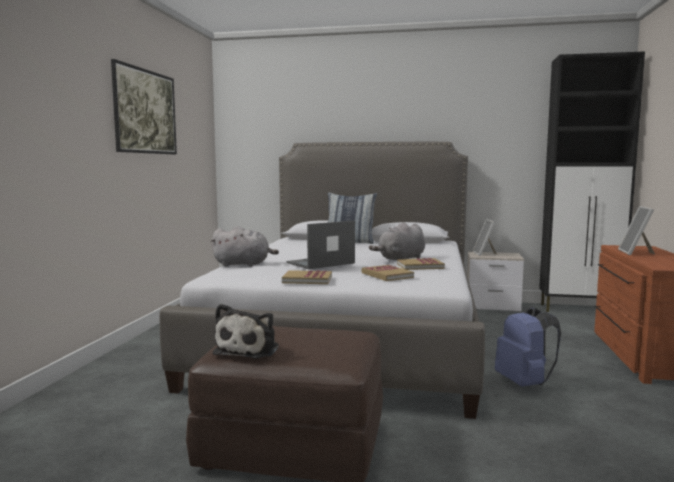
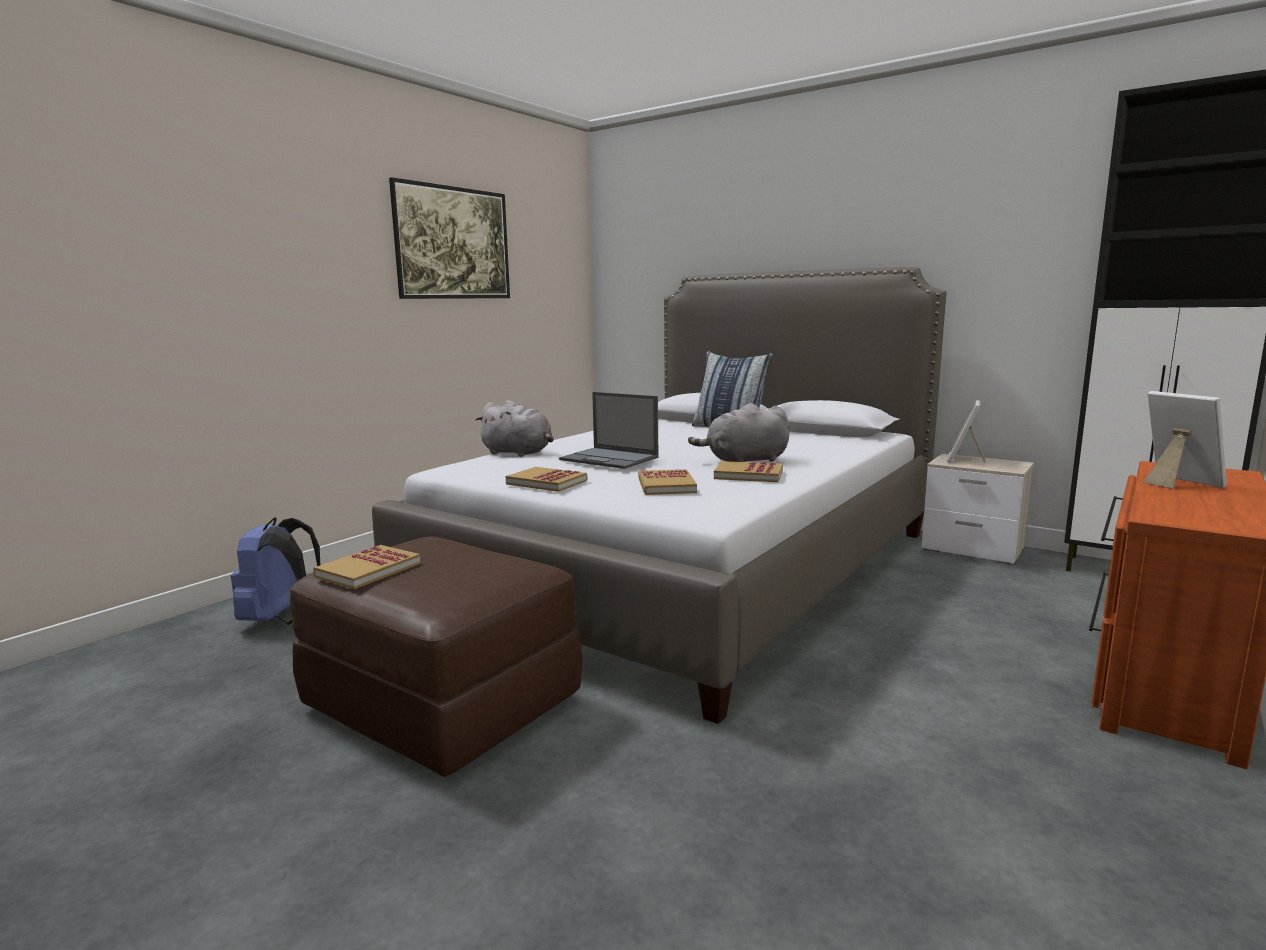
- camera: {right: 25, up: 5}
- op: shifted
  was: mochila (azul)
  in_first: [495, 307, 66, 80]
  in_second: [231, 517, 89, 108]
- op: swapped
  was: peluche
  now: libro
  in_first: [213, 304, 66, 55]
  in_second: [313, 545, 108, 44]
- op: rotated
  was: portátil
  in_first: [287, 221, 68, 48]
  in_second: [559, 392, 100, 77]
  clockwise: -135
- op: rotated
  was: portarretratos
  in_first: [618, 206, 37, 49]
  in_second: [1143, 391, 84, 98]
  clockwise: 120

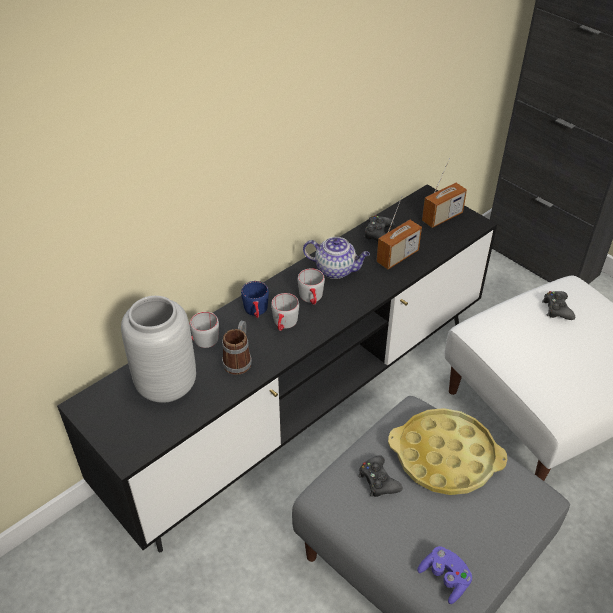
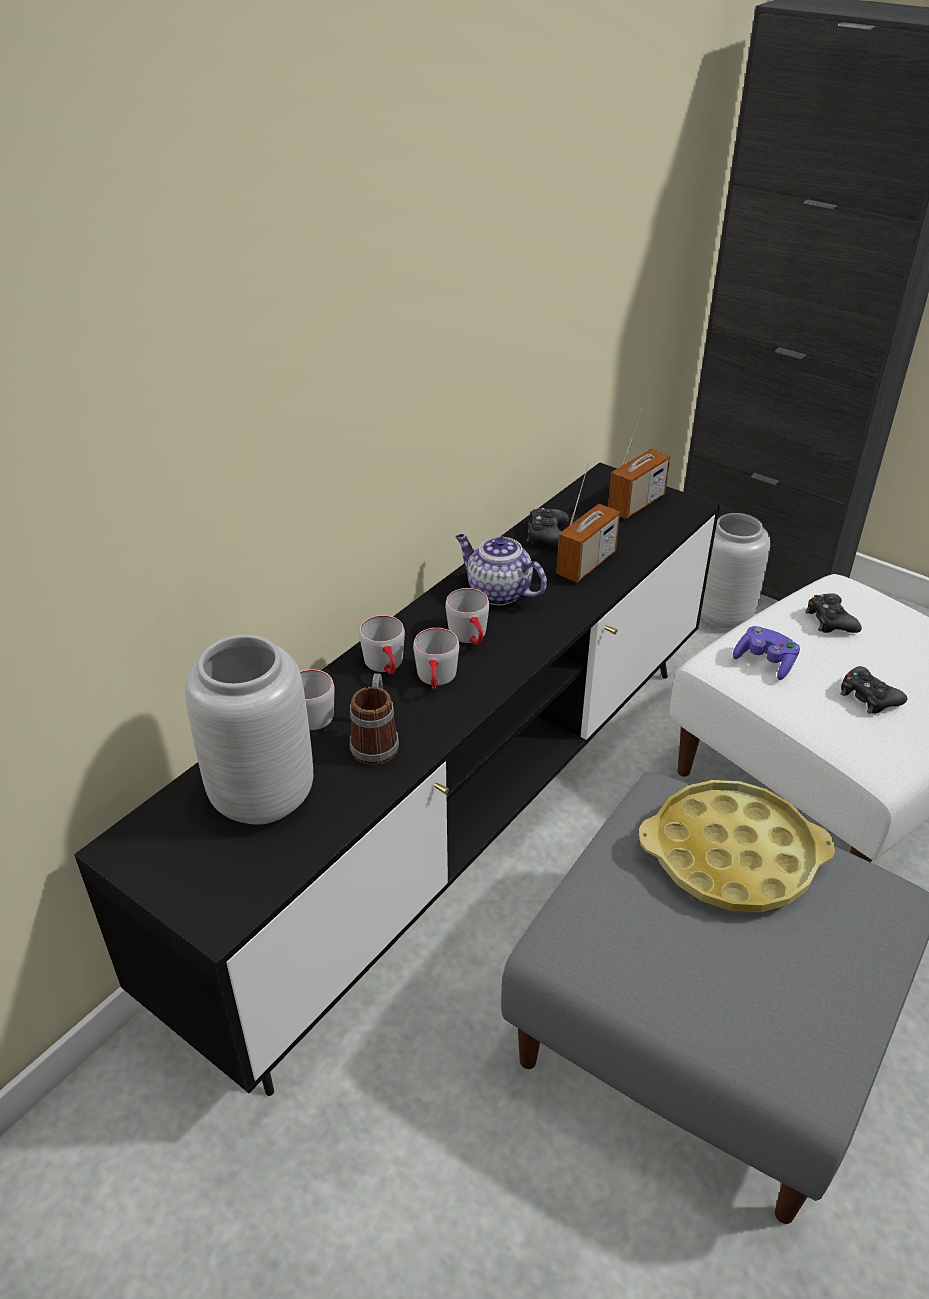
- camera: {right: -10, up: -5}
- op: new
  now: florero (gris)
  in_second: [701, 513, 70, 115]
- op: shifted
  was: mando de consola (negro)
  in_first: [358, 455, 45, 42]
  in_second: [841, 666, 66, 48]
- op: shifted
  was: mando de consola (morado)
  in_first: [417, 546, 55, 58]
  in_second: [733, 626, 67, 54]
- op: repainted
  was: taza grande (azul)
  now: taza grande (gris)
  in_first: [241, 281, 28, 37]
  in_second: [359, 615, 46, 59]
- op: rotated
  was: tetera
  in_first: [303, 237, 67, 42]
  in_second: [455, 534, 92, 71]
  clockwise: -150

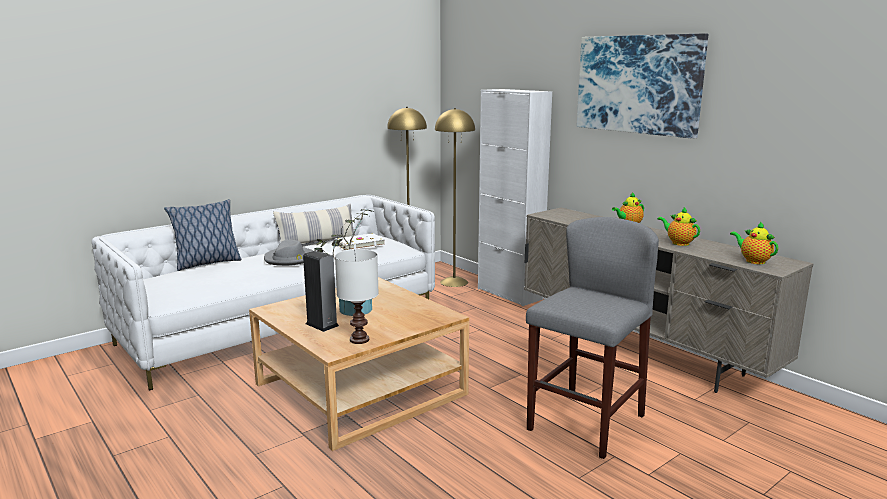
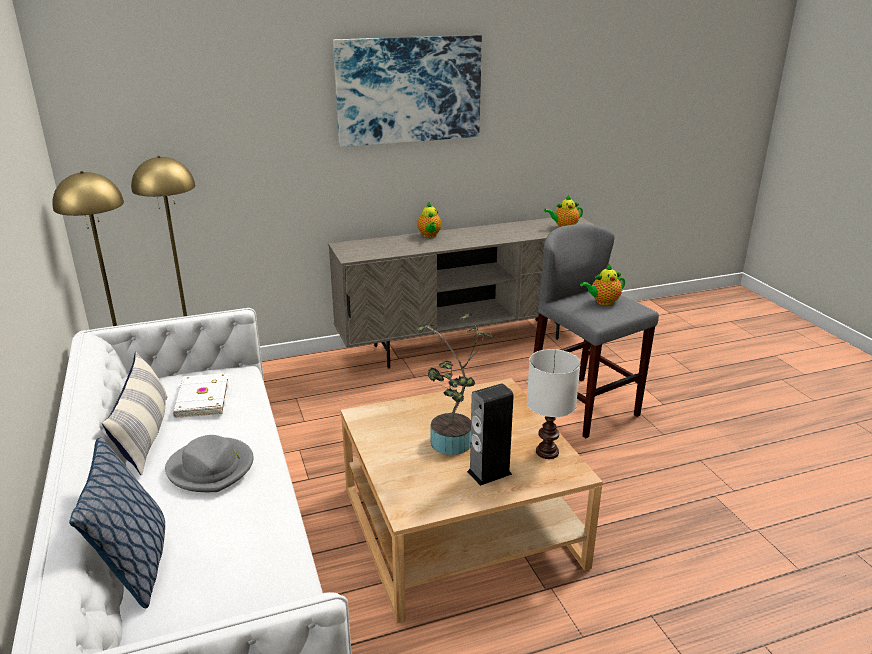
- camera: {right: -70, up: 10}
- op: gone
  was: armario (blanco)
  in_first: [478, 89, 74, 217]
- op: shifted
  was: tetera
  in_first: [658, 207, 42, 39]
  in_second: [580, 264, 45, 41]

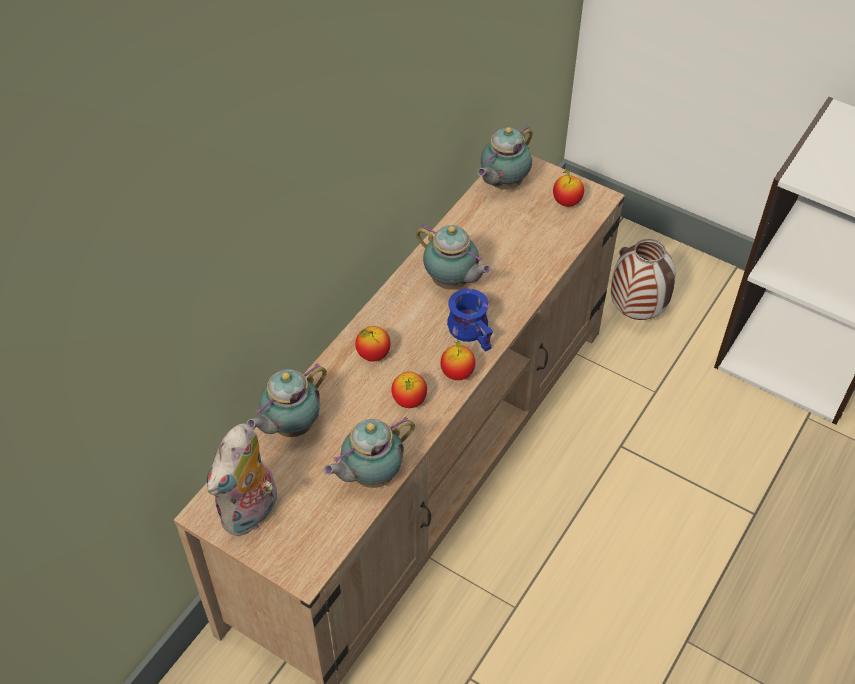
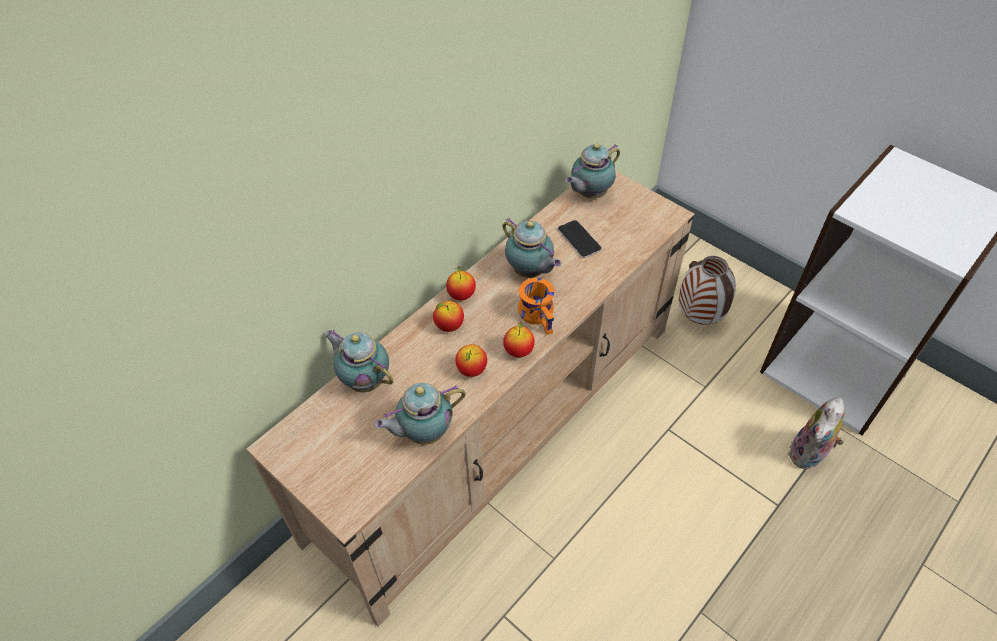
- camera: {right: 10, up: 0}
- op: new
  now: móvil
  in_second: [558, 220, 44, 38]
- op: shifted
  was: peluche
  in_first: [207, 424, 70, 112]
  in_second: [788, 398, 57, 71]
- op: shifted
  was: manzana
  in_first: [553, 170, 31, 37]
  in_second: [446, 266, 30, 34]
- op: repainted
  was: taza grande (azul)
  now: taza grande (naranja)
  in_first: [447, 289, 46, 63]
  in_second: [518, 278, 36, 57]
- op: rotated
  was: tetera
  in_first: [246, 363, 81, 74]
  in_second: [324, 330, 70, 62]
  clockwise: 75

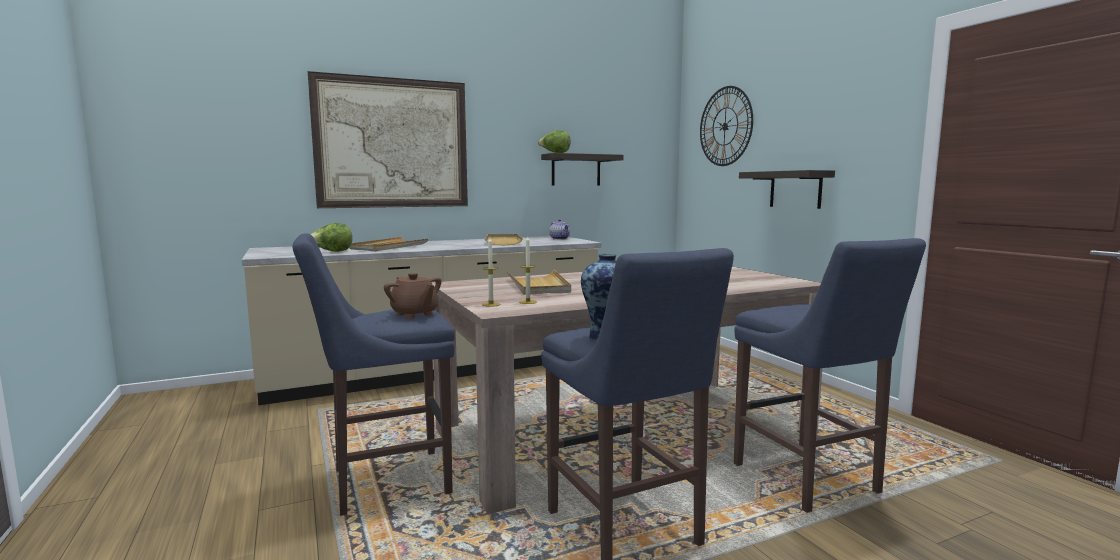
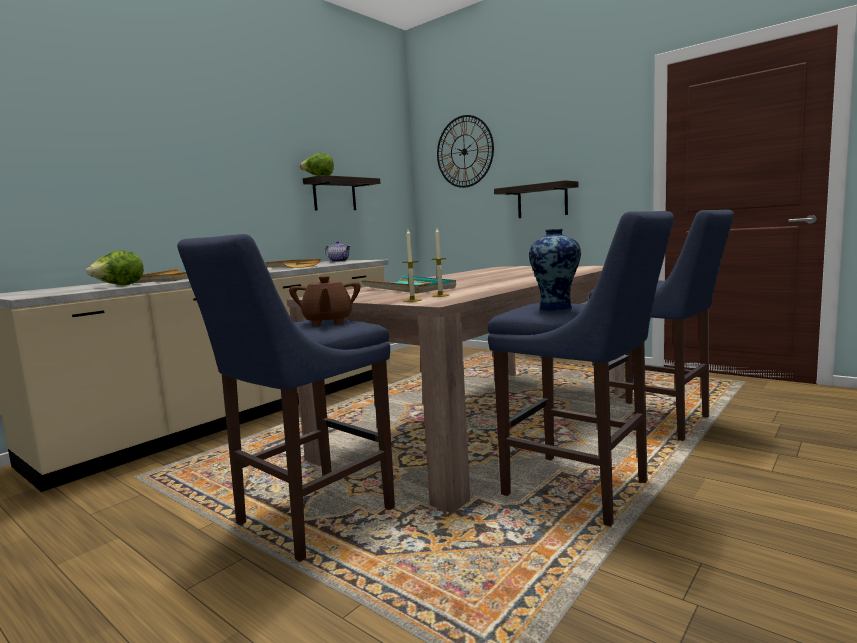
- camera: {right: -25, up: 0}
- op: gone
  was: cuadro
  in_first: [308, 71, 160, 137]
- op: repainted
  was: bandeja (beis)
  now: bandeja (turquesa)
  in_first: [507, 270, 64, 25]
  in_second: [361, 276, 95, 17]
- op: rotated
  was: tetera (marrón)
  in_first: [384, 273, 58, 46]
  in_second: [289, 276, 72, 50]
  clockwise: 60

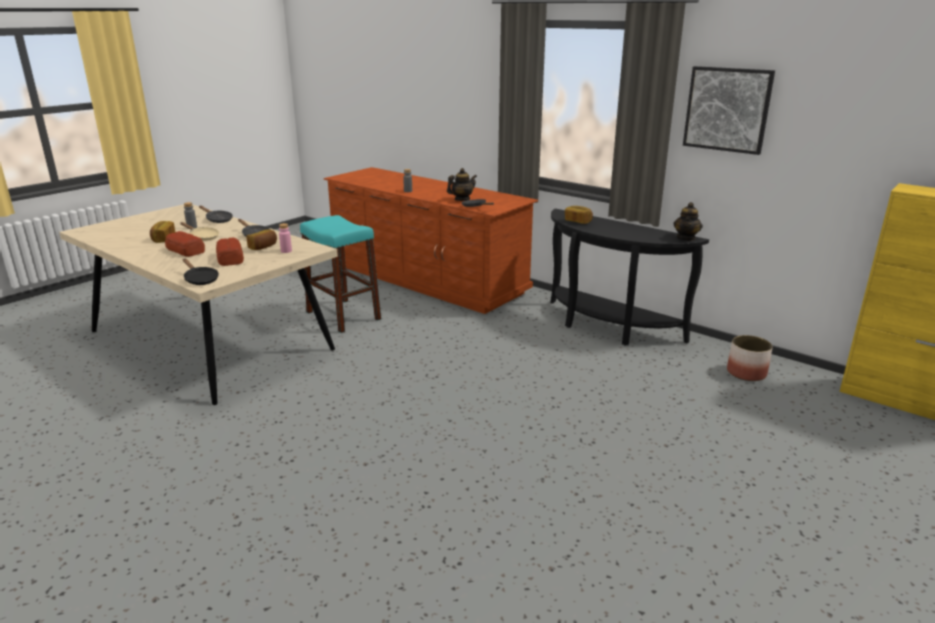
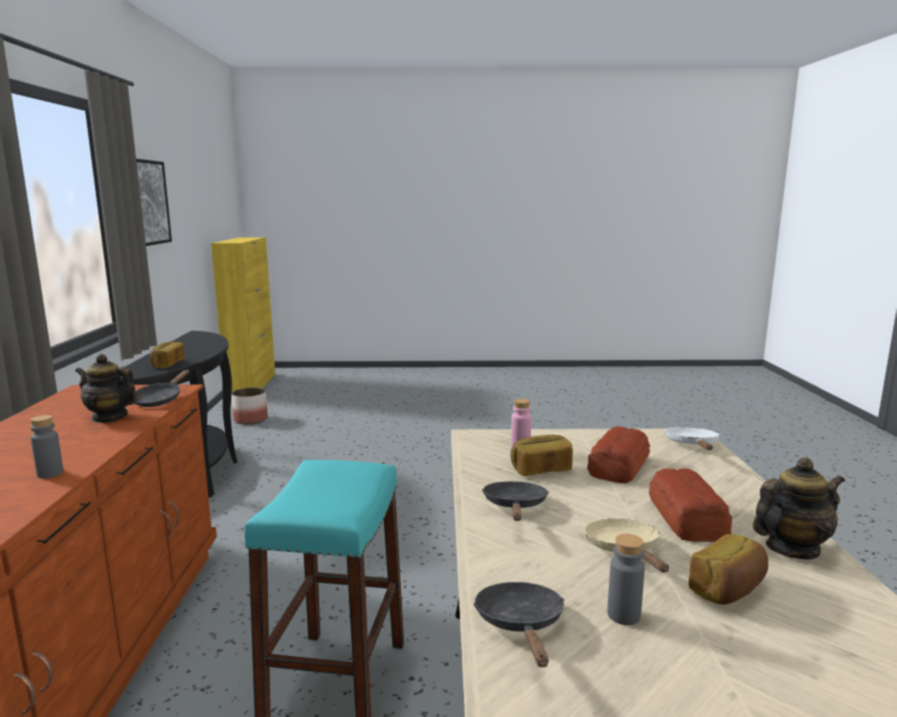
- camera: {right: -130, up: -10}
- op: shifted
  was: tetera
  in_first: [673, 202, 30, 39]
  in_second: [753, 457, 92, 103]
- op: repainted
  was: sartén (negro)
  now: sartén (blanco)
  in_first: [183, 259, 36, 26]
  in_second: [664, 427, 56, 23]

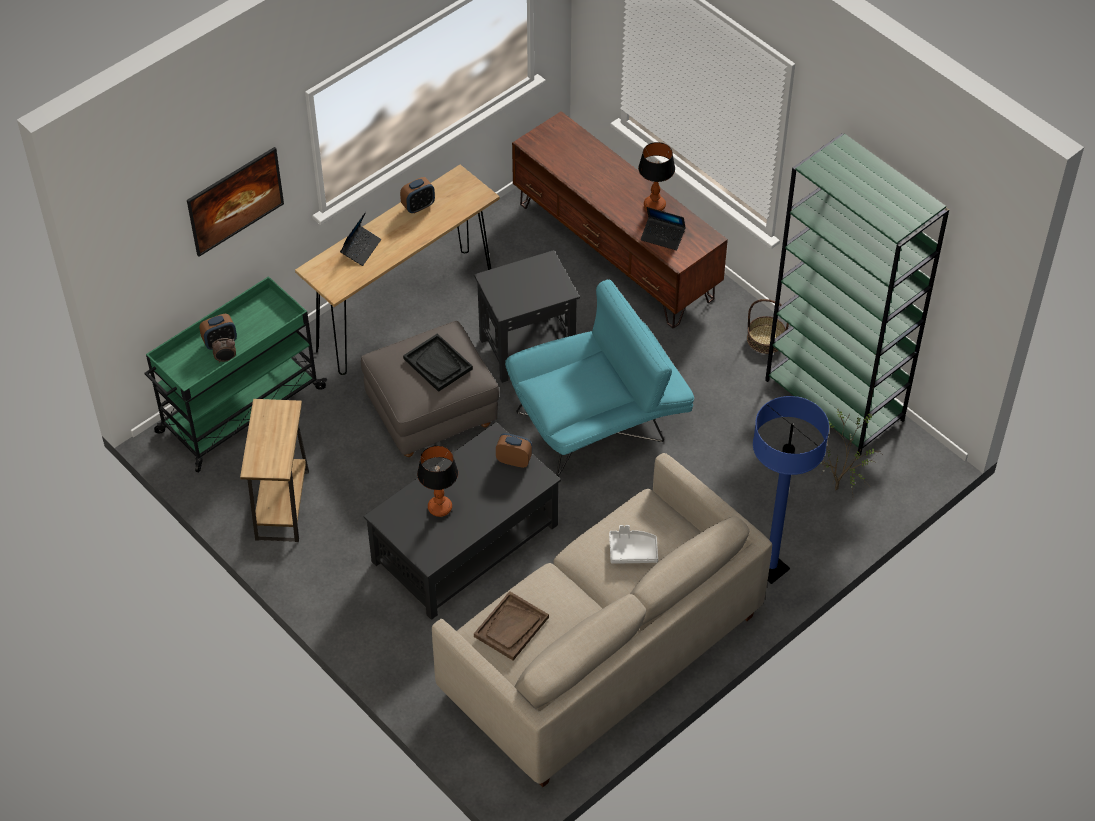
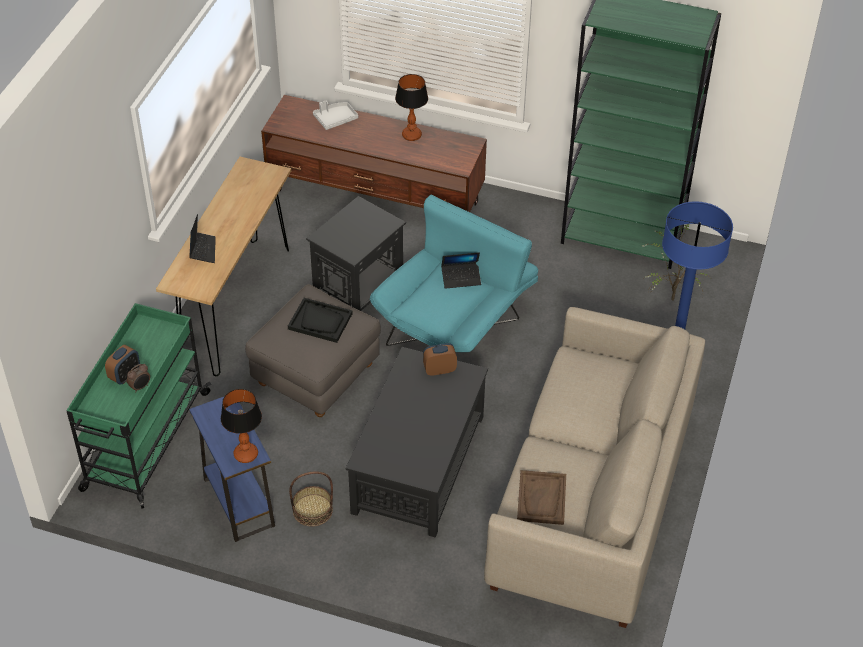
- camera: {right: -30, up: -5}
- op: gone
  was: cuadro
  in_first: [187, 147, 97, 110]
- op: gone
  was: despertador
  in_first: [400, 177, 35, 36]
- op: shifted
  was: lámpara de mesa
  in_first: [417, 445, 41, 72]
  in_second: [221, 389, 41, 74]
- op: shifted
  was: bandeja (gris)
  in_first: [609, 525, 49, 38]
  in_second: [313, 101, 45, 29]
- op: shifted
  was: portátil
  in_first: [641, 207, 45, 43]
  in_second: [441, 252, 40, 37]
- op: shifted
  was: cesta
  in_first: [747, 299, 42, 55]
  in_second: [289, 471, 44, 56]
- op: repainted
  was: mesa auxiliar (marrón)
  now: mesa auxiliar (azul)
  in_first: [240, 399, 69, 143]
  in_second: [189, 396, 86, 146]

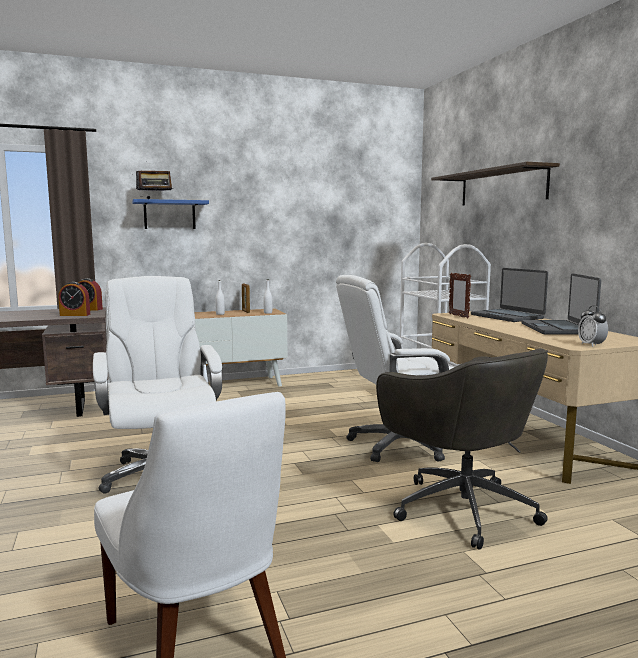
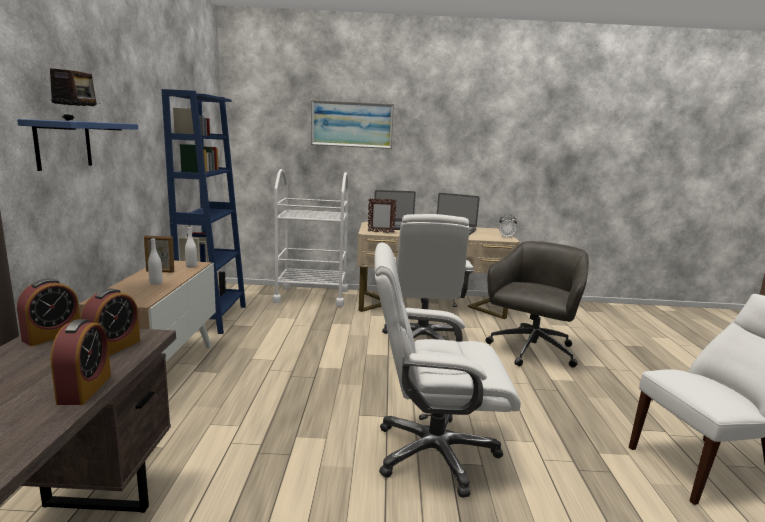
- camera: {right: -70, up: 5}
- op: new
  now: despertador
  in_second: [51, 319, 60, 86]
- op: new
  now: estantería (azul)
  in_second: [162, 89, 84, 245]
- op: swapped
  was: estante
  now: cuadro
  in_first: [431, 162, 129, 44]
  in_second: [311, 100, 83, 49]
- op: rotated
  was: silla de oficina (gris)
  in_first: [376, 348, 172, 202]
  in_second: [486, 241, 103, 127]
  clockwise: -45

